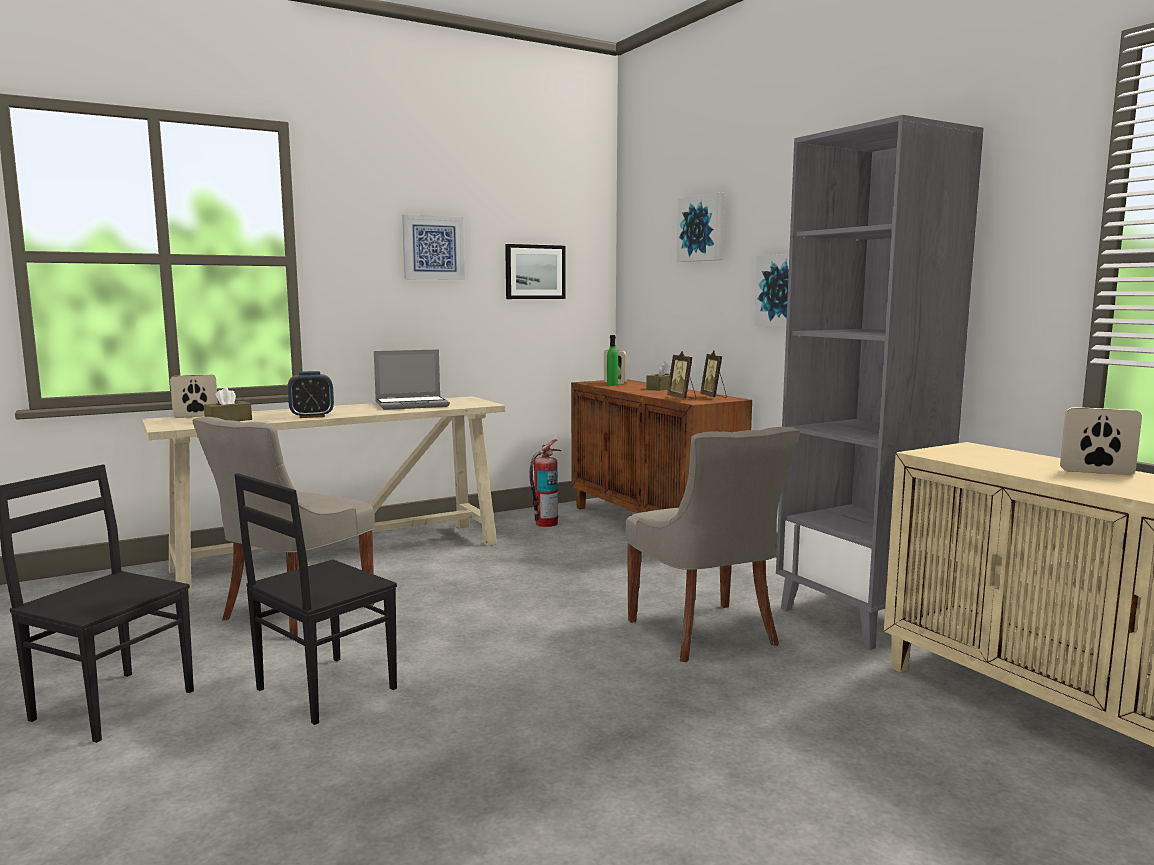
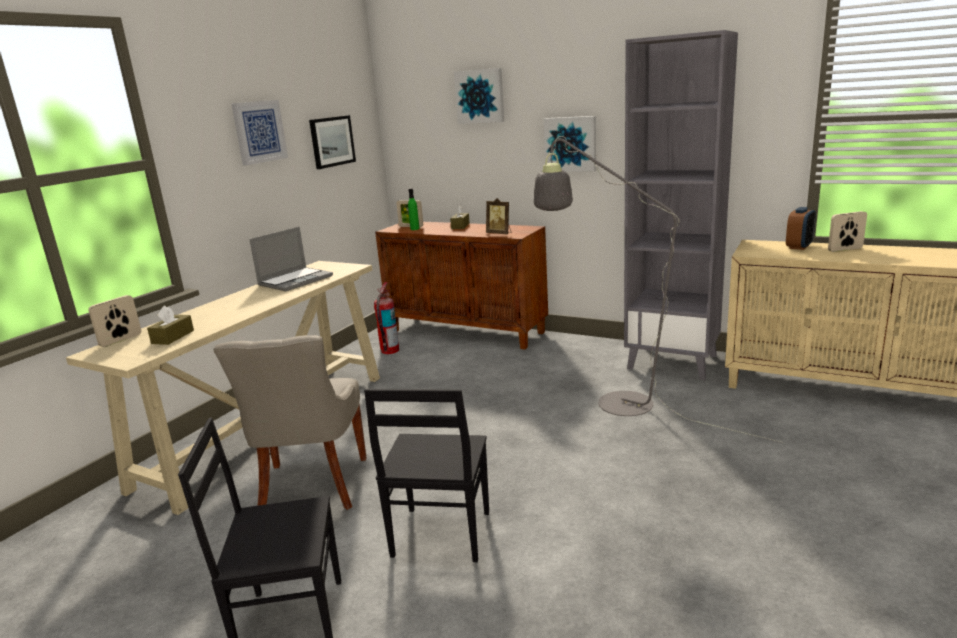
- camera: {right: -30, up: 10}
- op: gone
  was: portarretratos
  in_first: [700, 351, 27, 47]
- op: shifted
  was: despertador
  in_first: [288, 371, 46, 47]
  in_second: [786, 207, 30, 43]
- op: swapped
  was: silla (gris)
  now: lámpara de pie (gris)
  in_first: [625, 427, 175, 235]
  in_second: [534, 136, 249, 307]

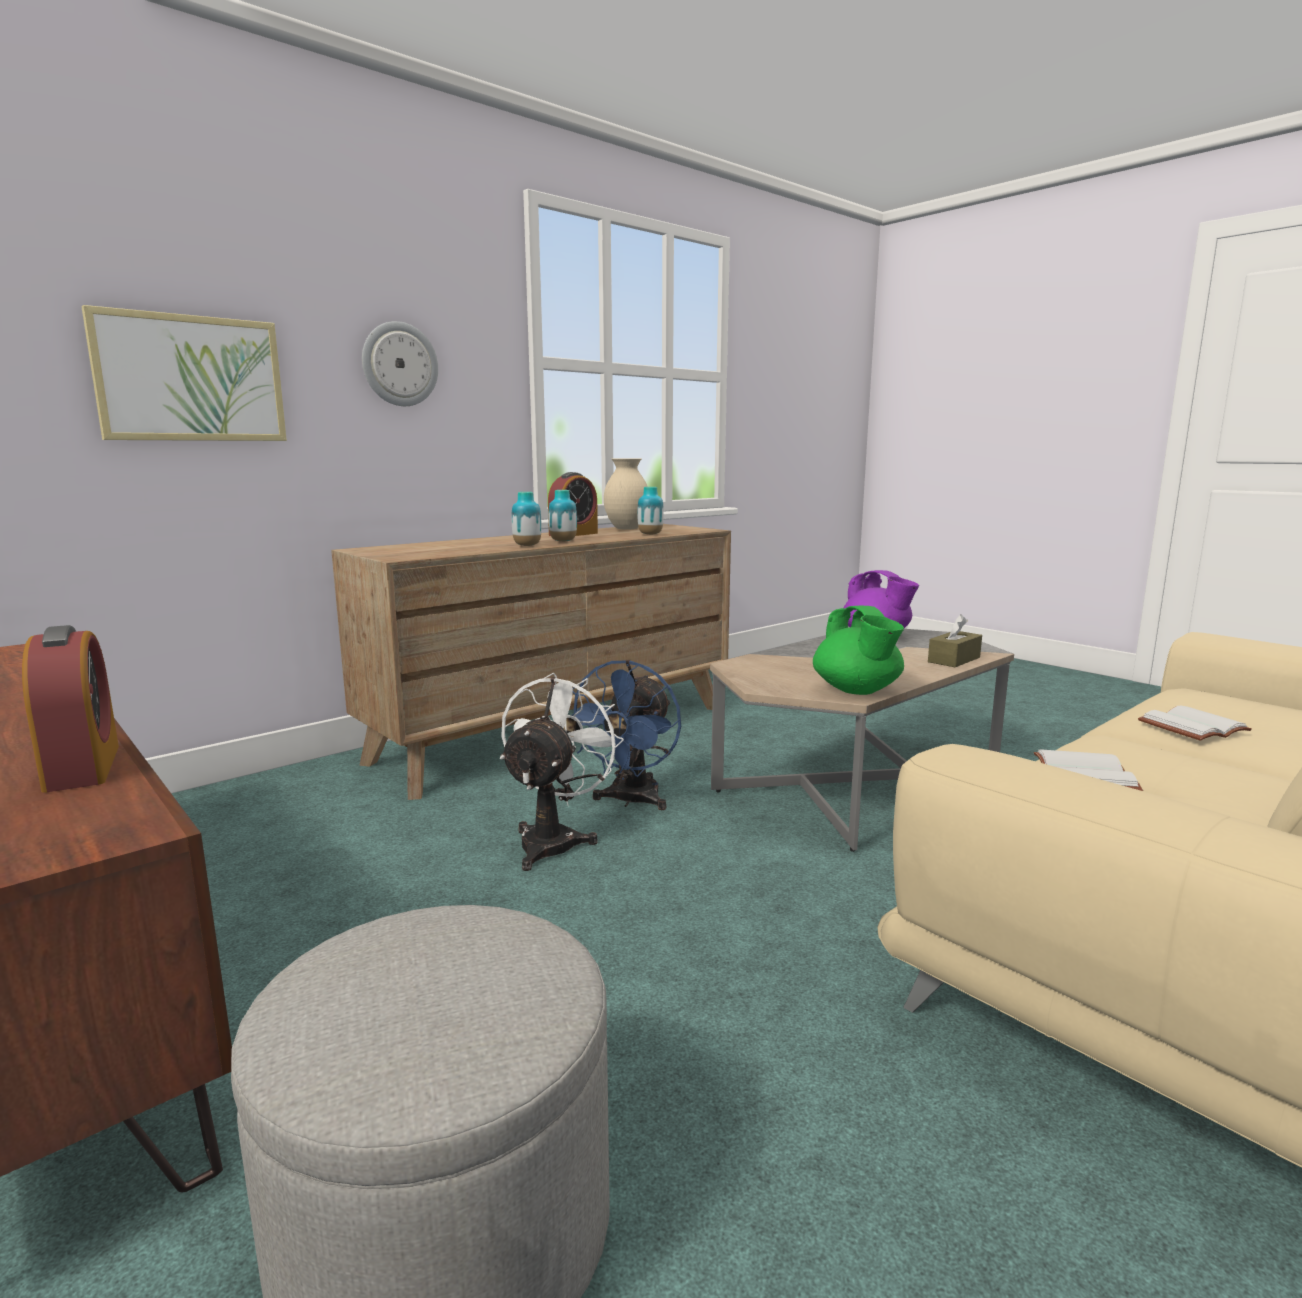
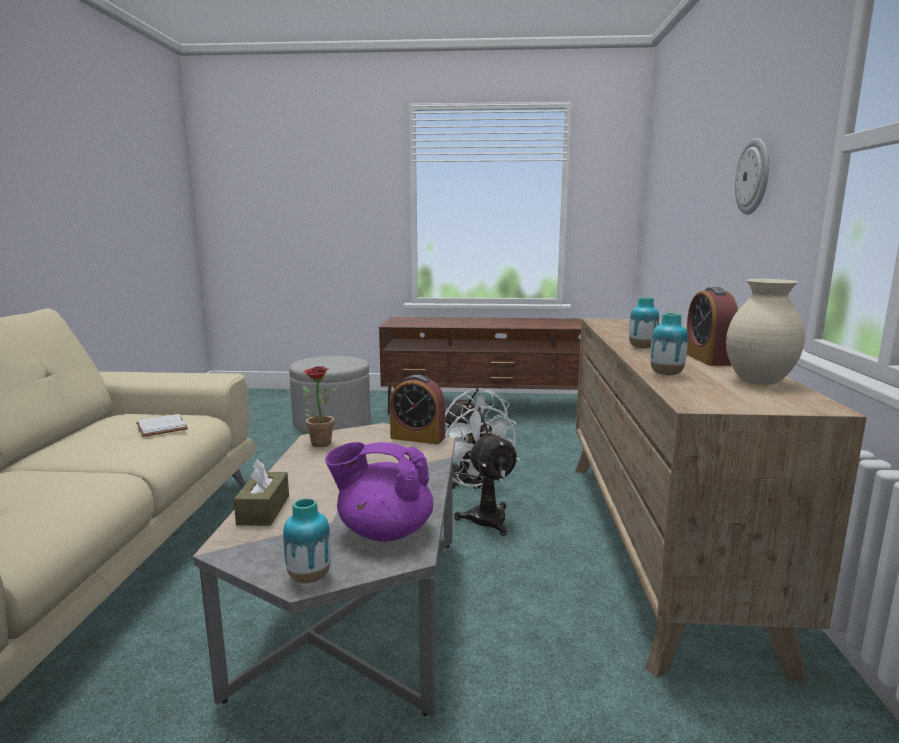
- camera: {right: 135, up: 0}
- op: gone
  was: cuadro
  in_first: [81, 305, 206, 136]
- op: gone
  was: libro (blanco)
  in_first: [1138, 705, 114, 36]
- op: shifted
  was: despertador
  in_first: [22, 625, 97, 168]
  in_second: [390, 375, 55, 69]
- op: shifted
  was: florero
  in_first: [512, 492, 30, 54]
  in_second: [283, 498, 48, 85]
- op: swapped
  was: tetera (verde)
  now: planta en maceta
  in_first: [813, 606, 91, 89]
  in_second: [302, 366, 36, 81]
- op: repainted
  was: ventilador (azul)
  now: ventilador (blanco)
  in_first: [571, 660, 110, 150]
  in_second: [445, 403, 75, 133]

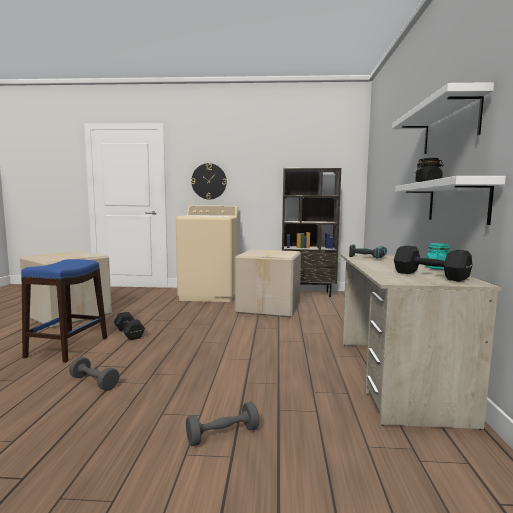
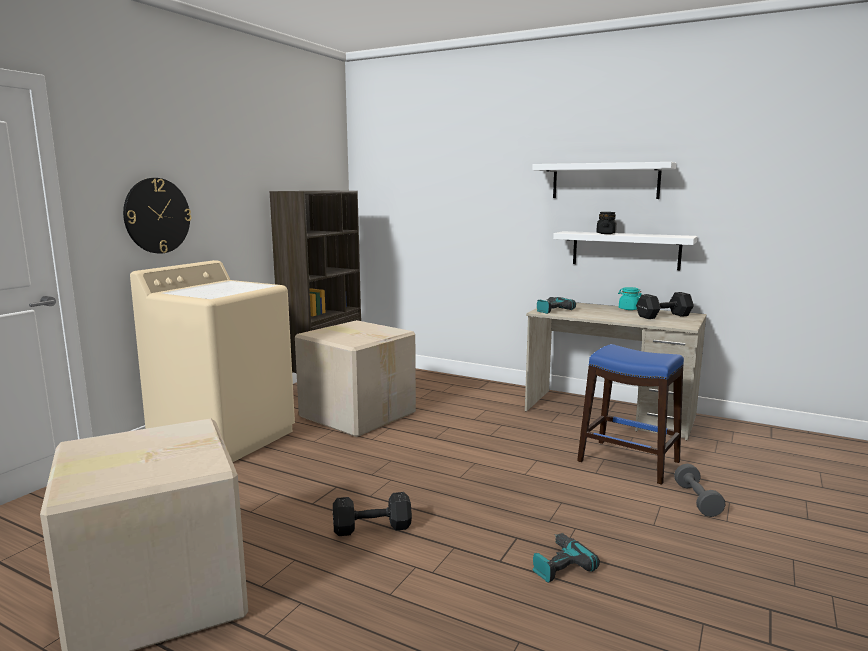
- camera: {right: -65, up: 5}
- op: shifted
  was: taburete (azul)
  in_first: [21, 259, 86, 104]
  in_second: [577, 344, 107, 141]
- op: swapped
  was: mancuerna (gris)
  now: taladro
  in_first: [69, 357, 51, 34]
  in_second: [533, 533, 67, 50]

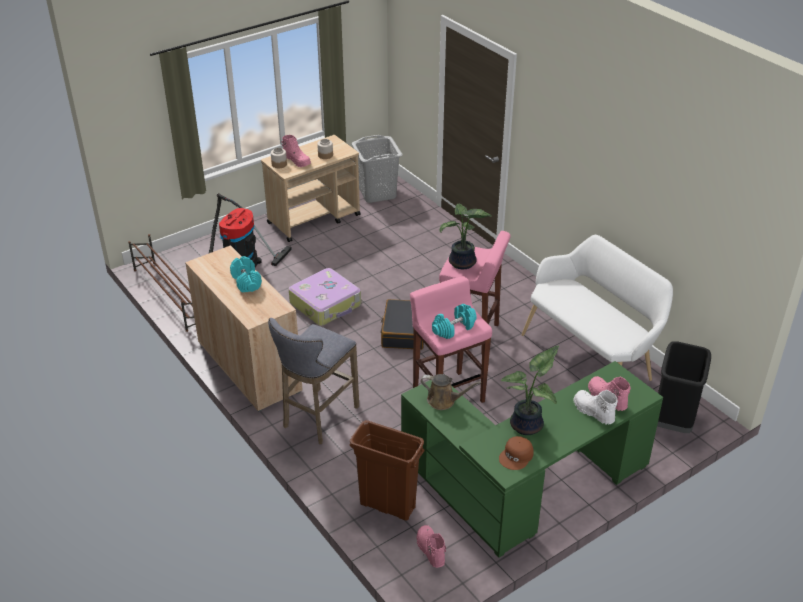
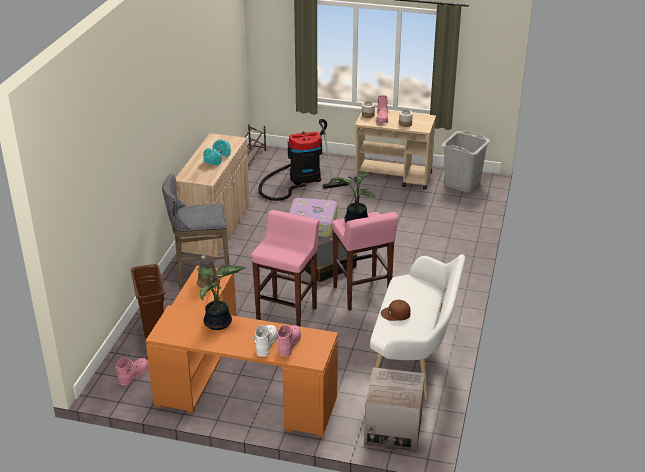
- camera: {right: 50, up: -5}
- op: gone
  was: mancuerna (turquesa)
  in_first: [432, 304, 45, 35]
- op: shifted
  was: gorra (marrón)
  in_first: [499, 436, 35, 34]
  in_second: [381, 300, 29, 21]
- op: swapped
  was: papelera (negro)
  now: caja de cartón
  in_first: [657, 341, 54, 92]
  in_second: [364, 367, 61, 86]
- op: repainted
  was: escritorio (verde)
  now: escritorio (naranja)
  in_first: [401, 361, 262, 197]
  in_second: [146, 265, 192, 173]

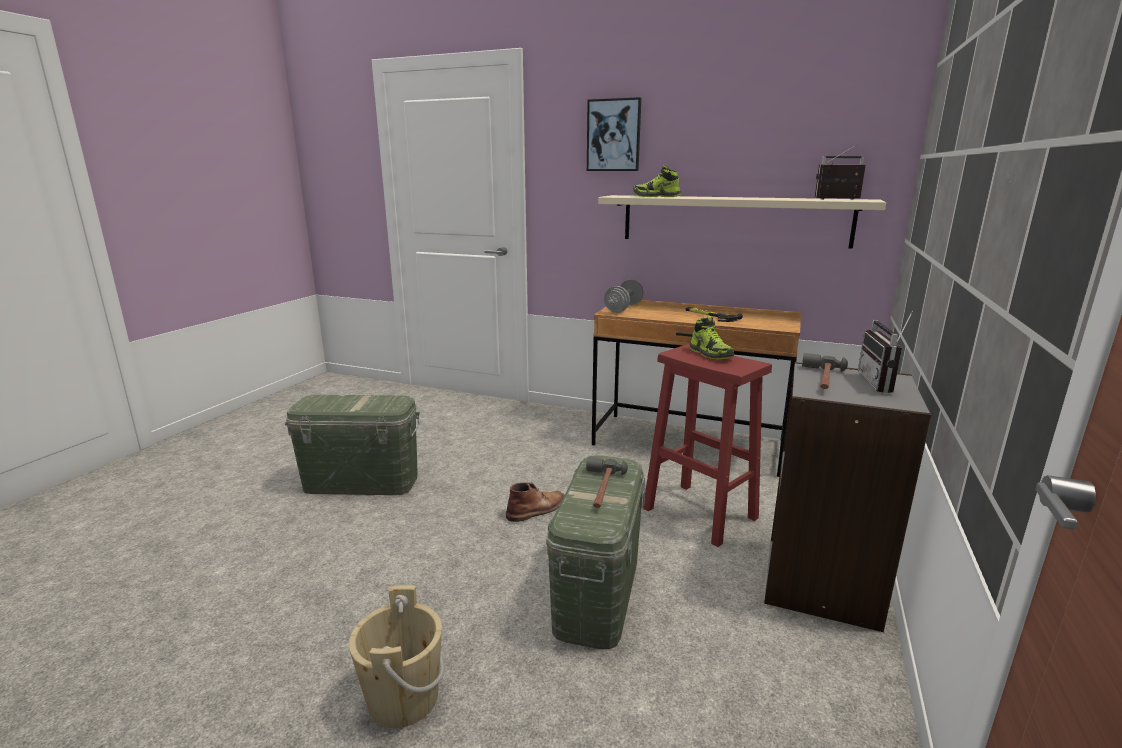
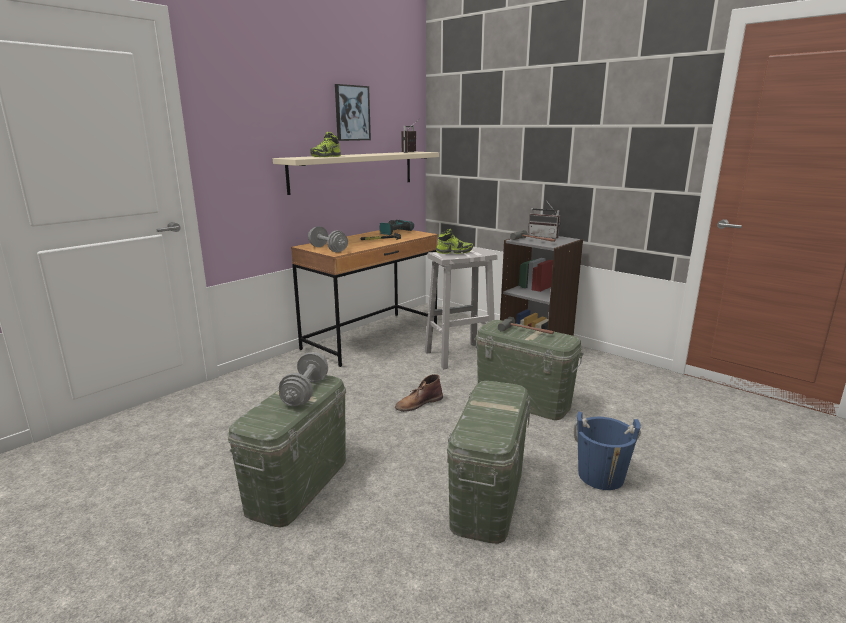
- camera: {right: -70, up: 0}
- op: new
  now: mancuerna (gris)
  in_second: [279, 352, 49, 54]
- op: new
  now: taladro
  in_second: [380, 220, 34, 15]
- op: new
  now: caja de almacenaje (verde)
  in_second: [447, 381, 83, 163]
- op: shifted
  was: cuadro
  in_first: [587, 97, 54, 74]
  in_second: [335, 84, 36, 57]
- op: repainted
  was: cubo (beis)
  now: cubo (azul)
  in_first: [349, 585, 96, 143]
  in_second: [574, 412, 67, 78]
- op: repainted
  was: taburete (rojo)
  now: taburete (blanco)
  in_first: [644, 344, 128, 203]
  in_second: [425, 248, 72, 121]
- op: rotated
  was: bota (marrón)
  in_first: [506, 482, 58, 40]
  in_second: [395, 374, 48, 38]
  clockwise: -105

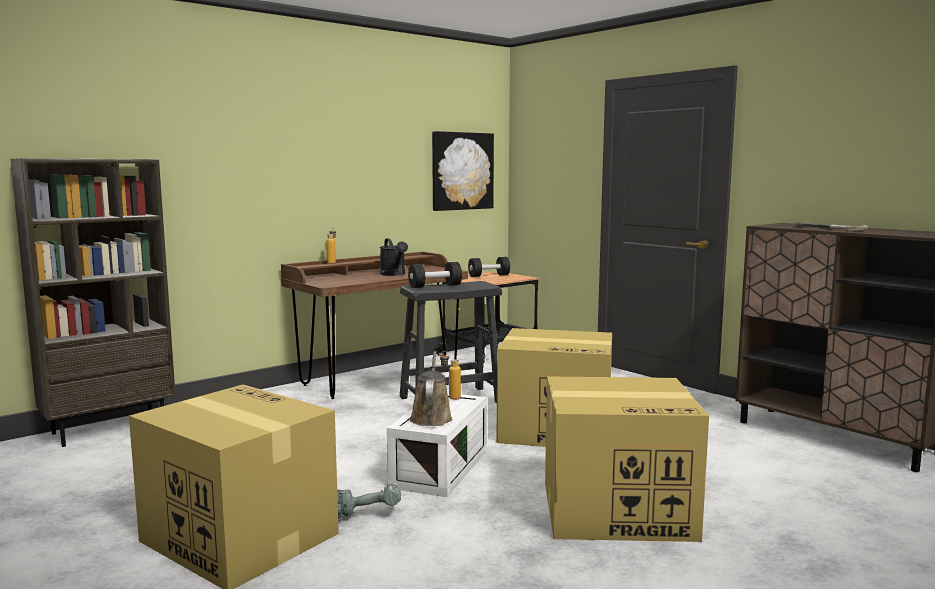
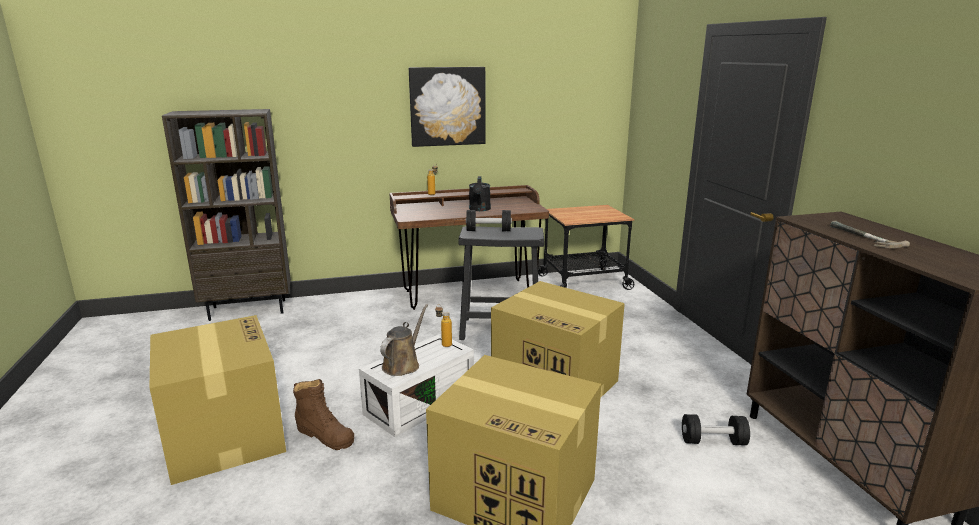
- camera: {right: 25, up: 10}
- op: shifted
  was: cuadro
  in_first: [432, 131, 62, 80]
  in_second: [409, 67, 77, 80]
- op: shifted
  was: mancuerna (negro)
  in_first: [468, 257, 42, 20]
  in_second: [682, 414, 68, 31]
- op: swapped
  was: taladro
  now: bota (marrón)
  in_first: [337, 483, 64, 35]
  in_second: [293, 379, 61, 71]

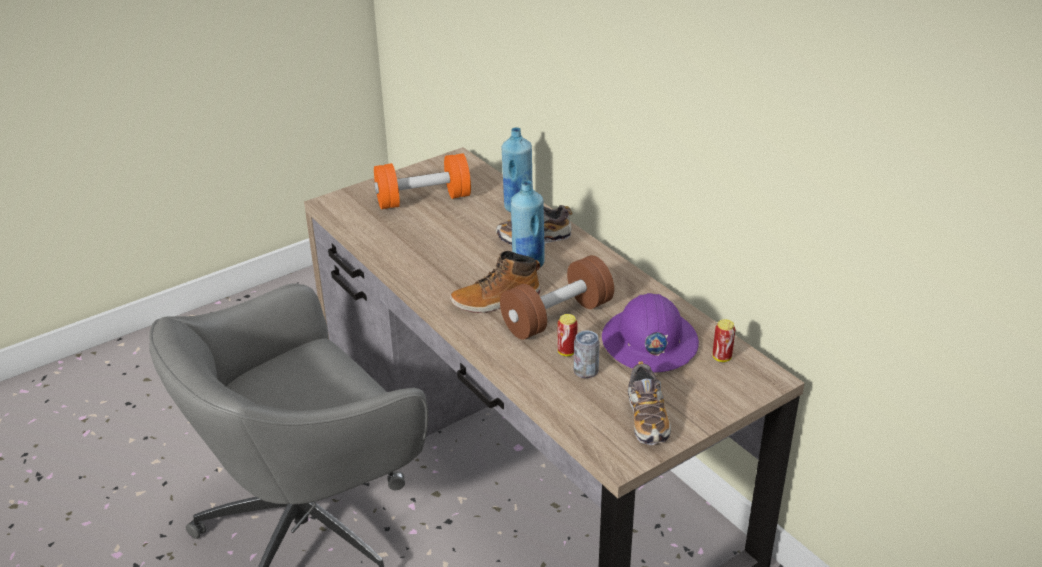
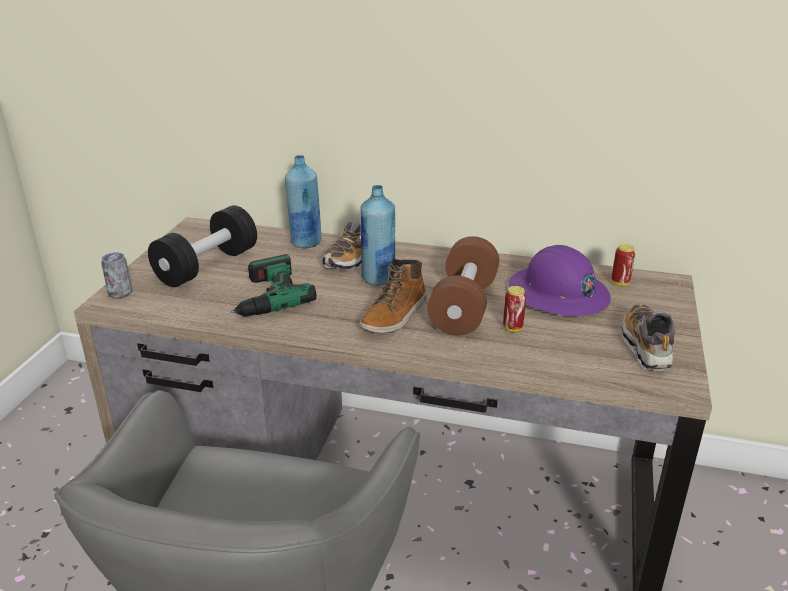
- camera: {right: -40, up: -5}
- op: new
  now: taladro
  in_second: [216, 254, 100, 62]
- op: shifted
  was: lata
  in_first: [574, 330, 26, 48]
  in_second: [101, 252, 31, 47]
- op: repainted
  was: mancuerna (naranja)
  now: mancuerna (negro)
  in_first: [374, 153, 97, 56]
  in_second: [148, 205, 109, 82]
- op: rotated
  was: zapato
  in_first: [628, 361, 43, 84]
  in_second: [621, 304, 53, 67]
  clockwise: -135

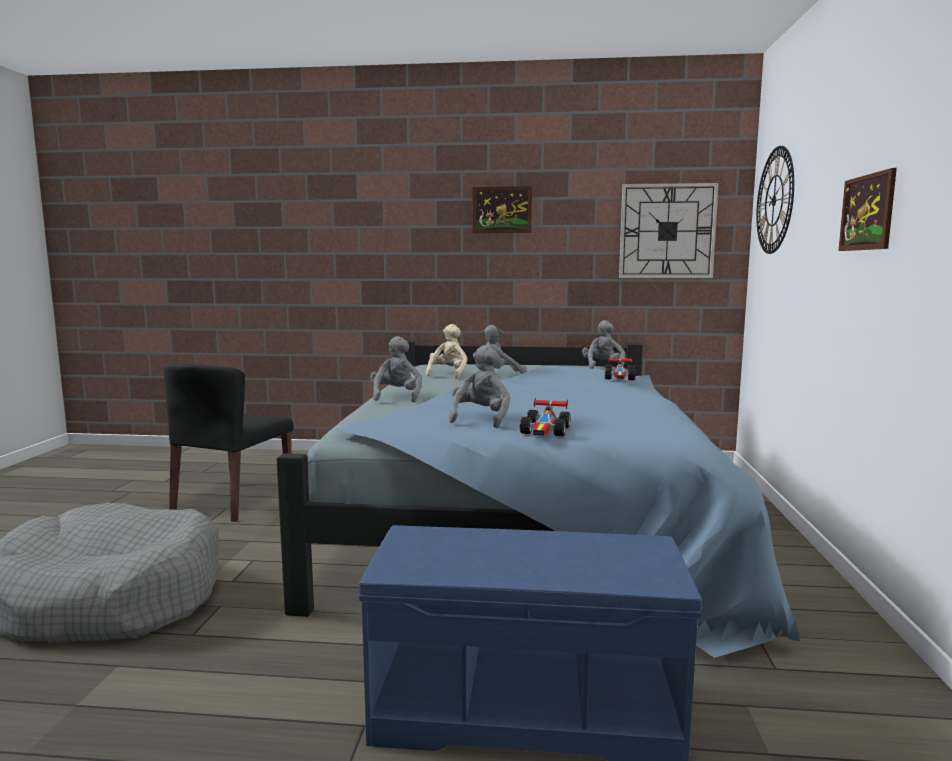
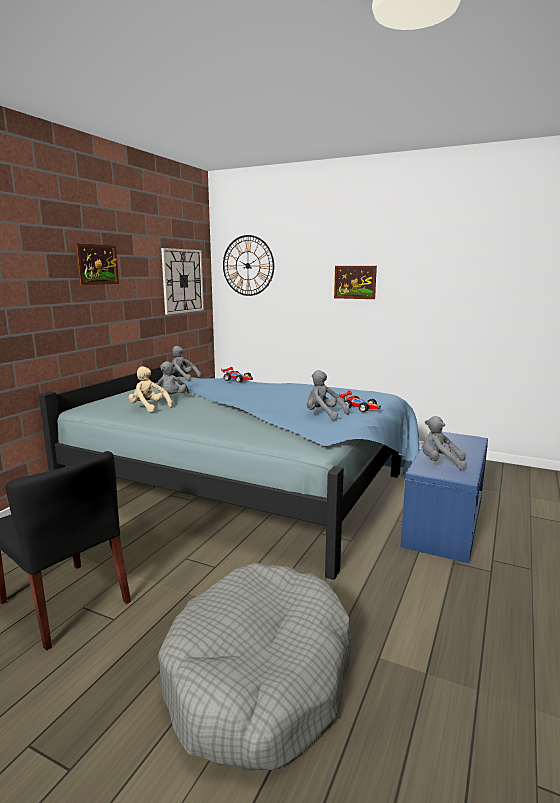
- camera: {right: -70, up: 5}
- op: shifted
  was: peluche (gris)
  in_first: [370, 336, 52, 66]
  in_second: [422, 416, 45, 54]

